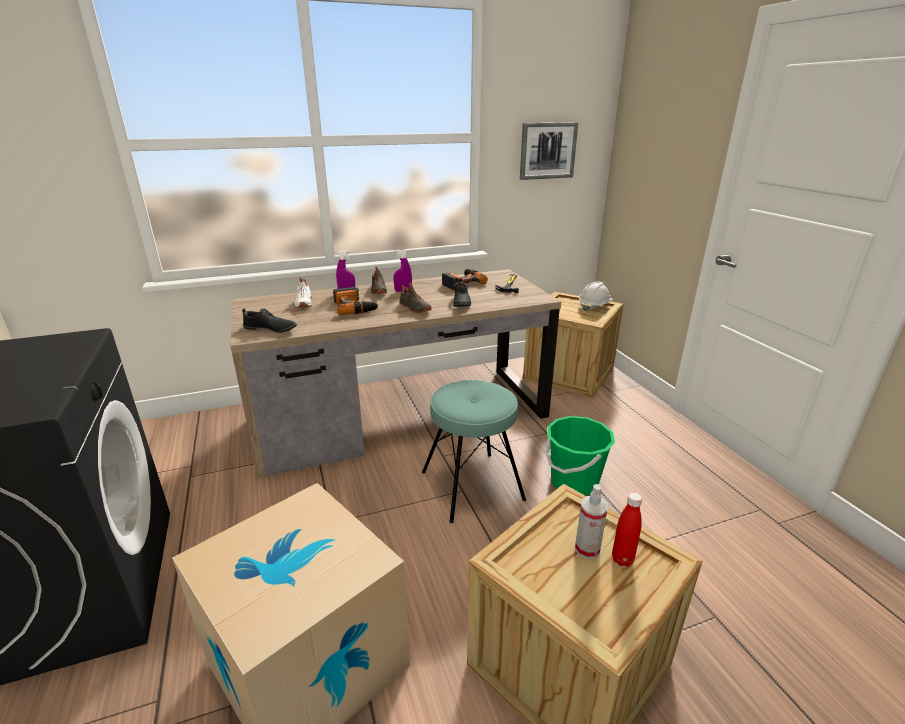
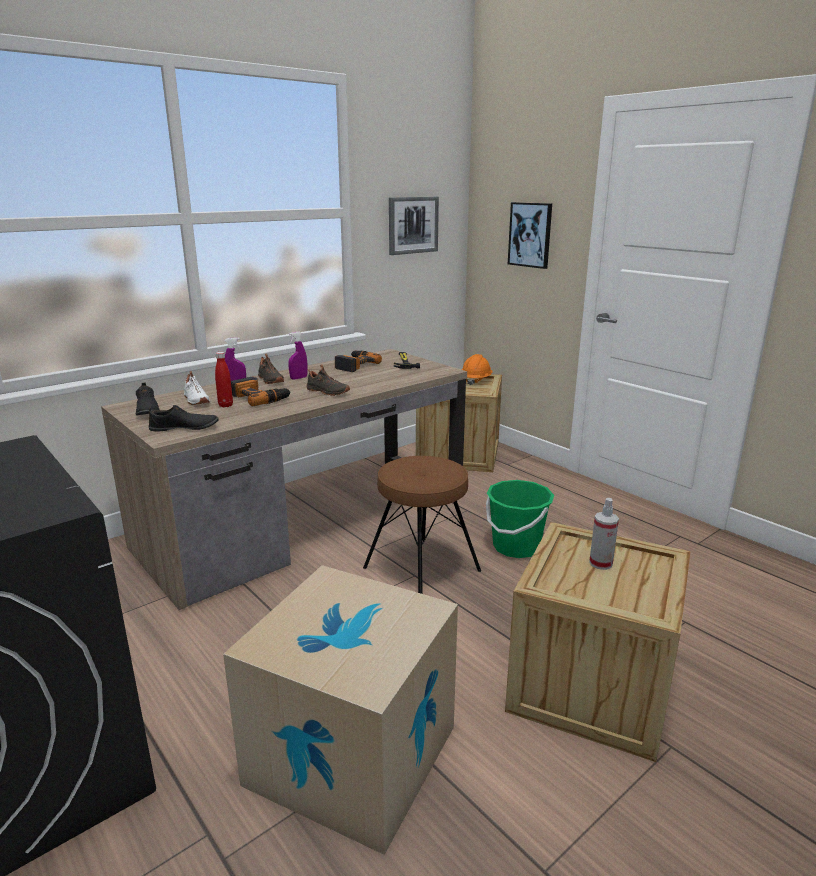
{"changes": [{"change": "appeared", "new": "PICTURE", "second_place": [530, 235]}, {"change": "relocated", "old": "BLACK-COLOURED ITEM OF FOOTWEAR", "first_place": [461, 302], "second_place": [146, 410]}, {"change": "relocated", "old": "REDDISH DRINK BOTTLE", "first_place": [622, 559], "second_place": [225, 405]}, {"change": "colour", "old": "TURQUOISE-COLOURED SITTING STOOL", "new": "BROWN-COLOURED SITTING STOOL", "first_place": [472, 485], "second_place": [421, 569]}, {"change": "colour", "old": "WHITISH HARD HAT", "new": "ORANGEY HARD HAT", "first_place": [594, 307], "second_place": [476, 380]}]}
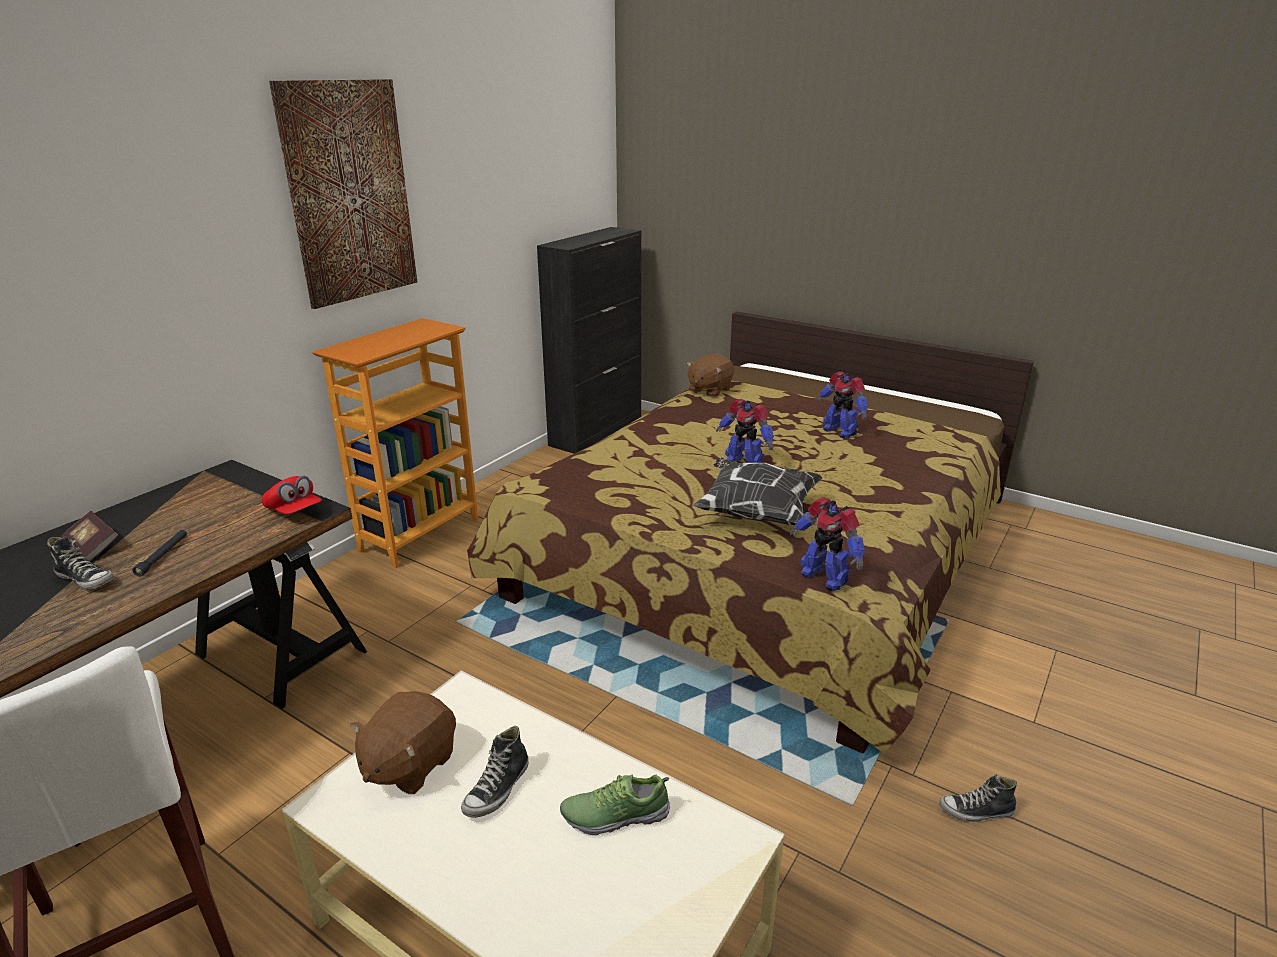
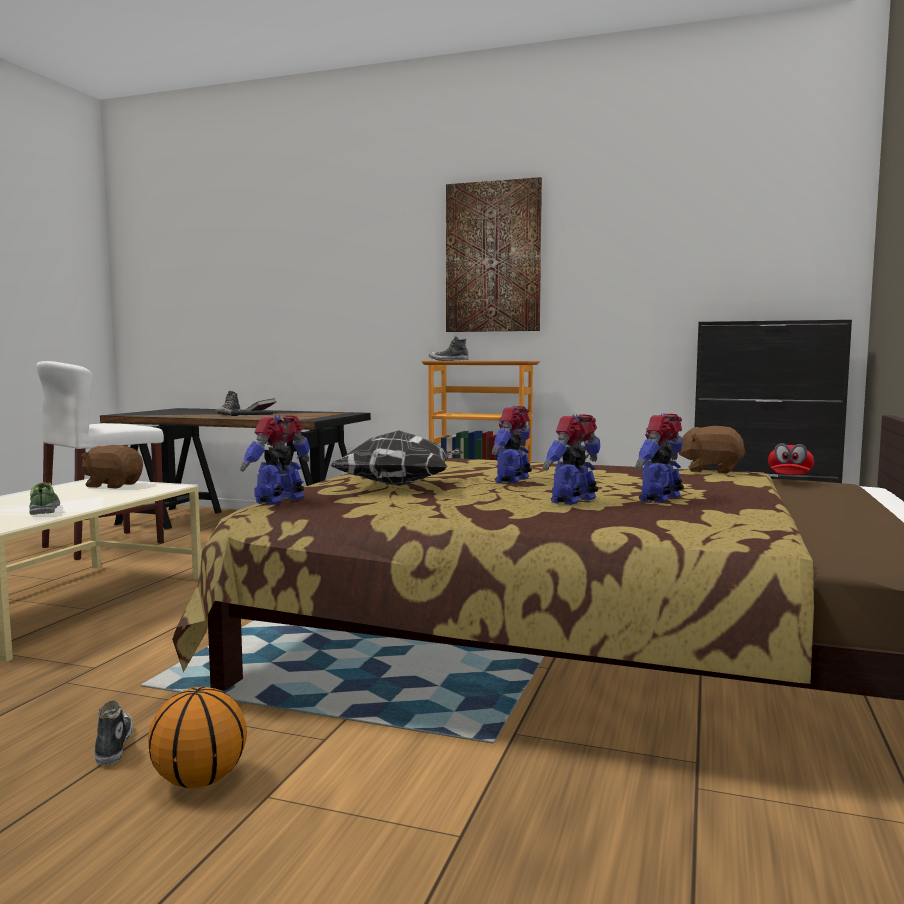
{"changes": [{"change": "appeared", "new": "BALL FOR BASKETBALL", "second_place": [198, 780]}, {"change": "appeared", "new": "ROBOT FIGURE", "second_place": [575, 501]}, {"change": "relocated", "old": "REDDISH BASEBALL CAP", "first_place": [294, 511], "second_place": [789, 478]}, {"change": "relocated", "old": "ITEM OF FOOTWEAR", "first_place": [497, 789], "second_place": [448, 360]}]}
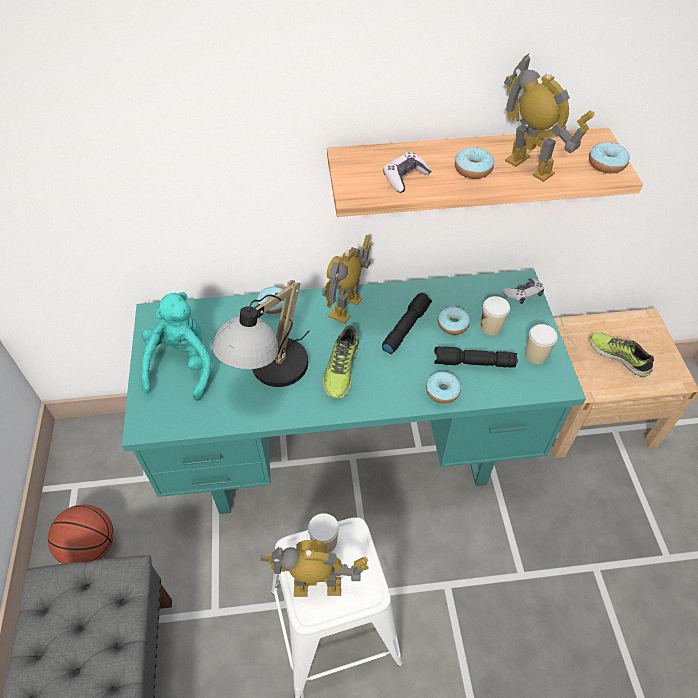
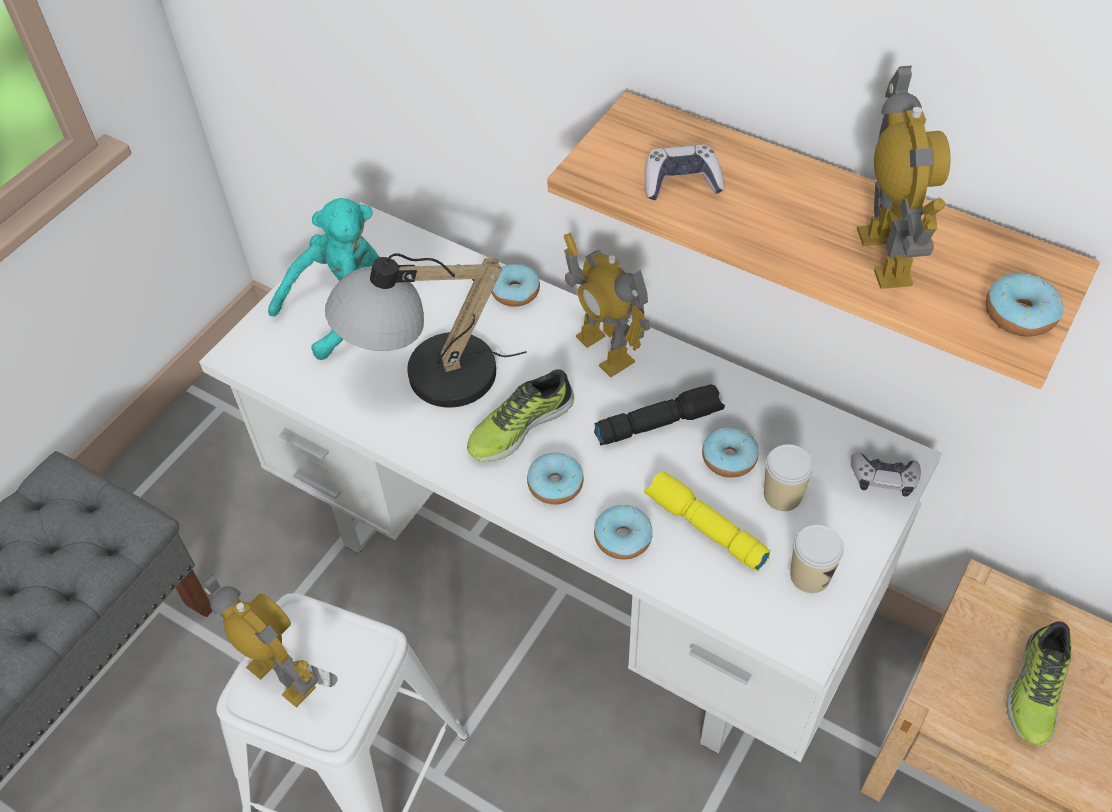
{"changes": [{"change": "missing", "old": "BALL FOR BASKETBALL", "first_place": [90, 547]}, {"change": "missing", "old": "SMALL CUP", "first_place": [324, 542]}, {"change": "relocated", "old": "DONUT", "first_place": [473, 169], "second_place": [555, 484]}, {"change": "colour", "old": "TURQUOISE-COLOURED DESK", "new": "WHITISH DESK", "first_place": [349, 452], "second_place": [566, 578]}, {"change": "colour", "old": "BLACK-COLOURED TORCH", "new": "YELLOW-COLOURED TORCH", "first_place": [473, 363], "second_place": [704, 528]}, {"change": "spun", "old": "ROBOT FIGURE", "first_place": [346, 308], "second_place": [604, 350], "degrees": -105}, {"change": "spun", "old": "ITEM OF FOOTWEAR", "first_place": [619, 356], "second_place": [1034, 689], "degrees": -150}]}
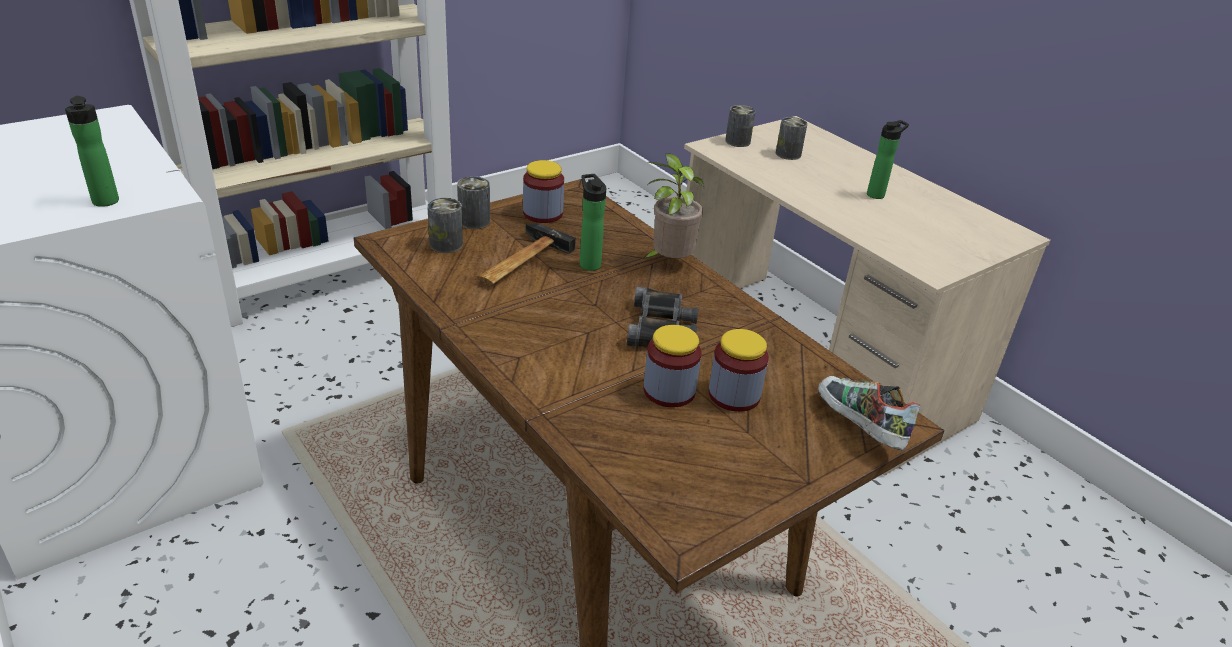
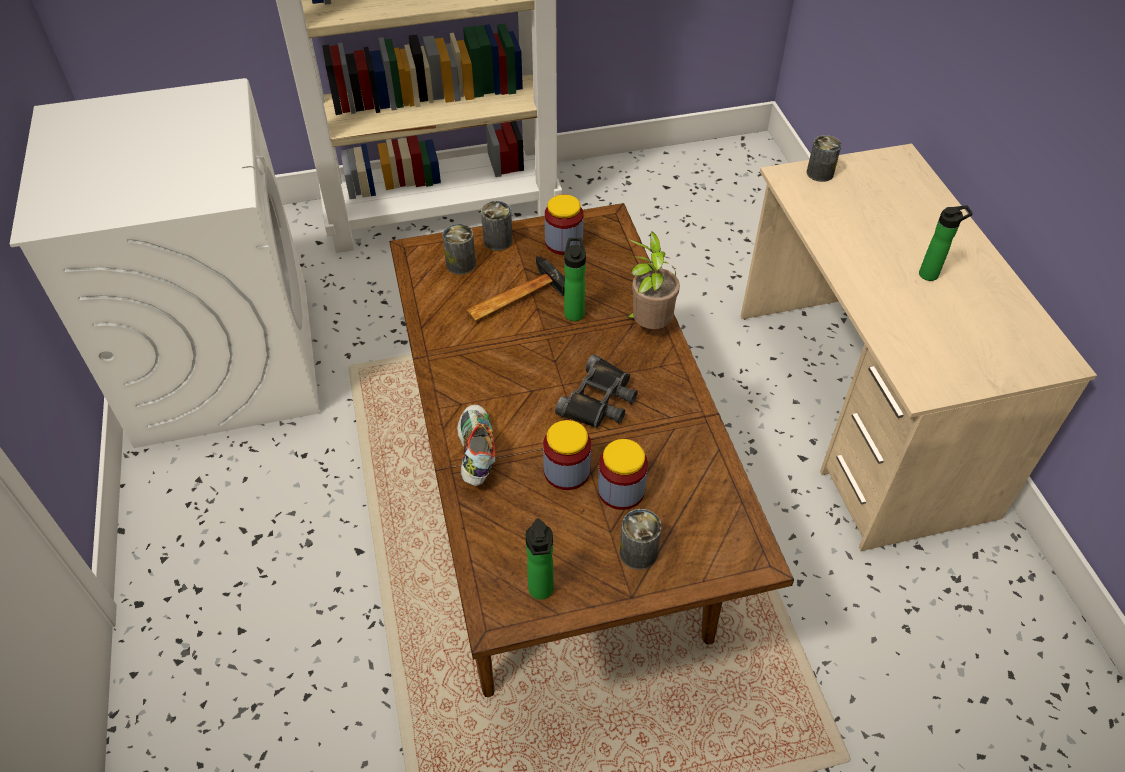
{"changes": [{"change": "relocated", "old": "DRINK BOTTLE", "first_place": [106, 203], "second_place": [541, 592]}, {"change": "relocated", "old": "CAN", "first_place": [788, 154], "second_place": [638, 552]}, {"change": "relocated", "old": "ITEM OF FOOTWEAR", "first_place": [857, 427], "second_place": [476, 454]}]}
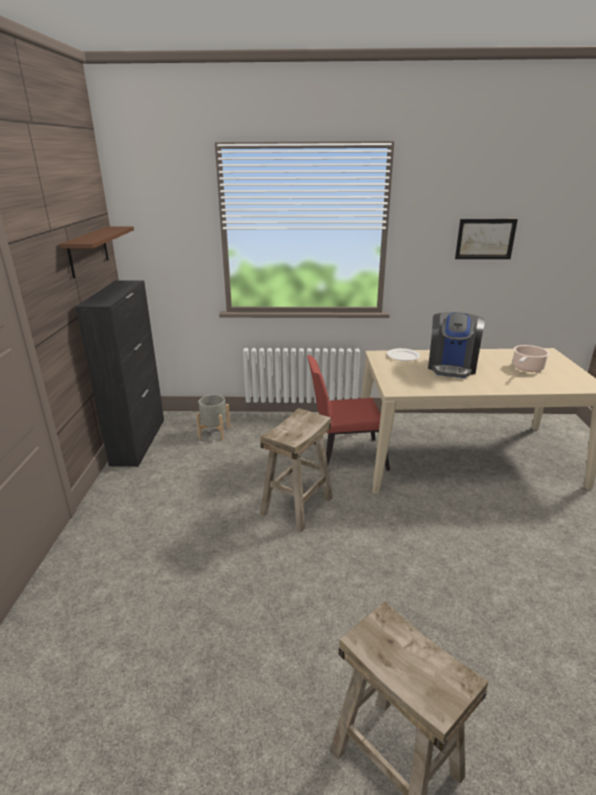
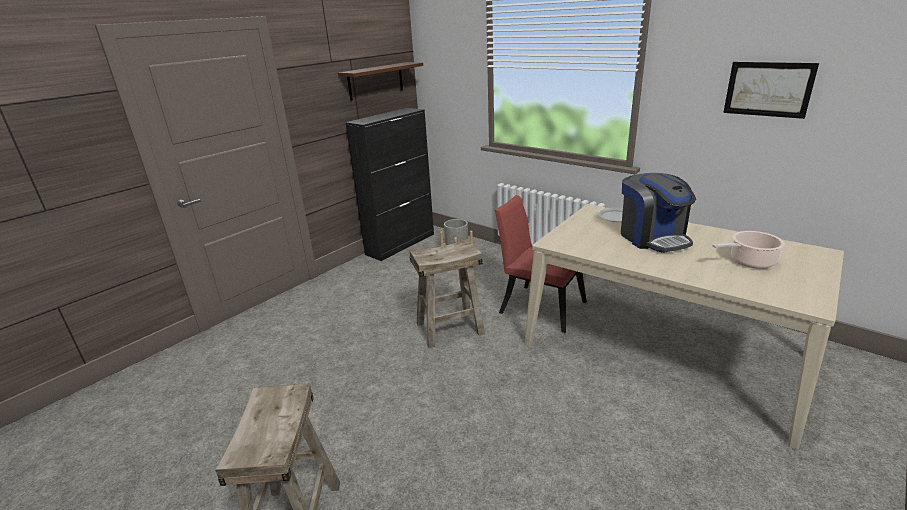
{"changes": [{"change": "spun", "old": "COFFEE BREWER", "first_place": [452, 366], "second_place": [653, 238], "degrees": -75}]}
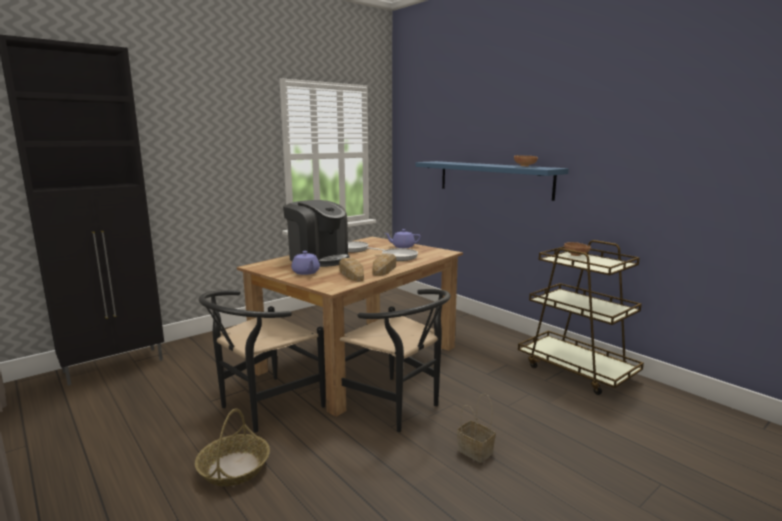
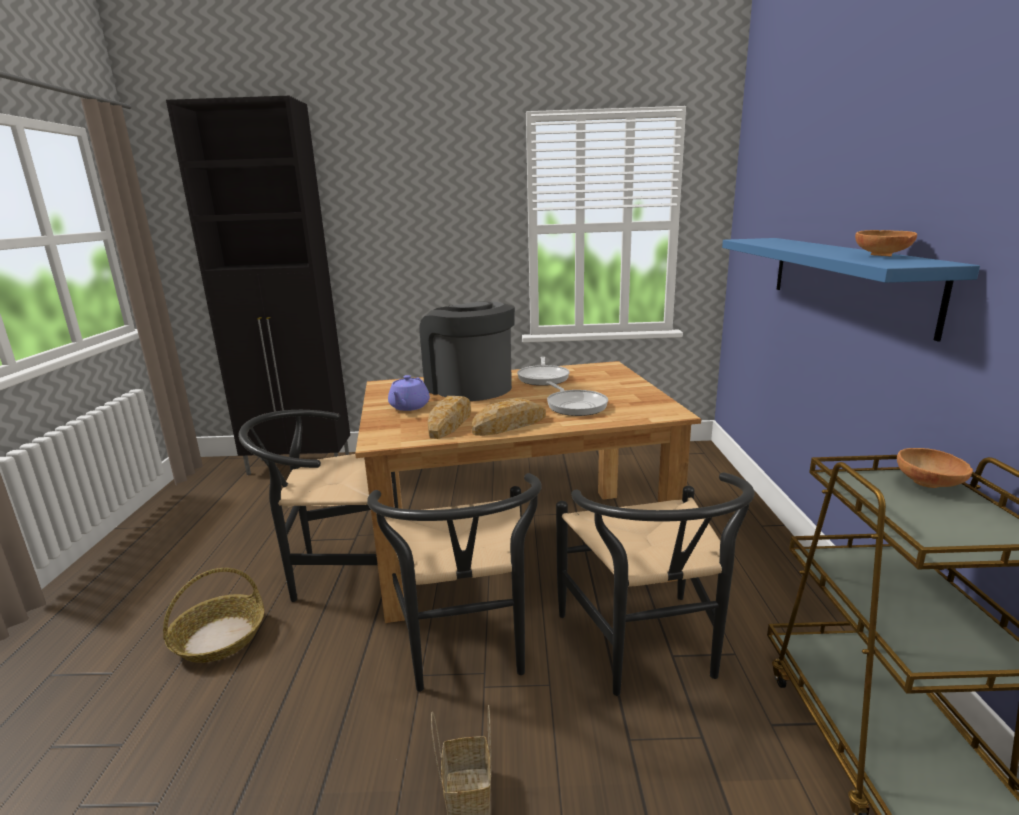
{"changes": [{"change": "missing", "old": "PURPLISH TEAPOT", "first_place": [402, 246]}, {"change": "appeared", "new": "BLACK-COLOURED UPRIGHT CHAIR", "second_place": [646, 650]}, {"change": "spun", "old": "COFFEE BREWER", "first_place": [318, 259], "second_place": [469, 387], "degrees": 150}]}
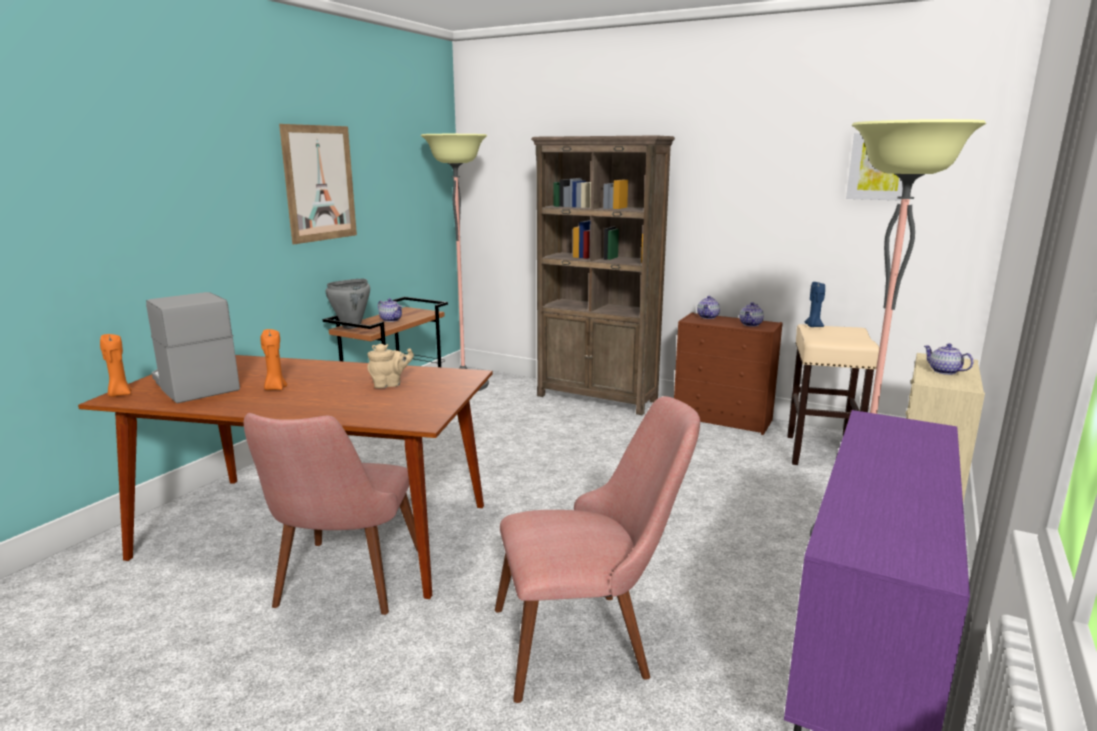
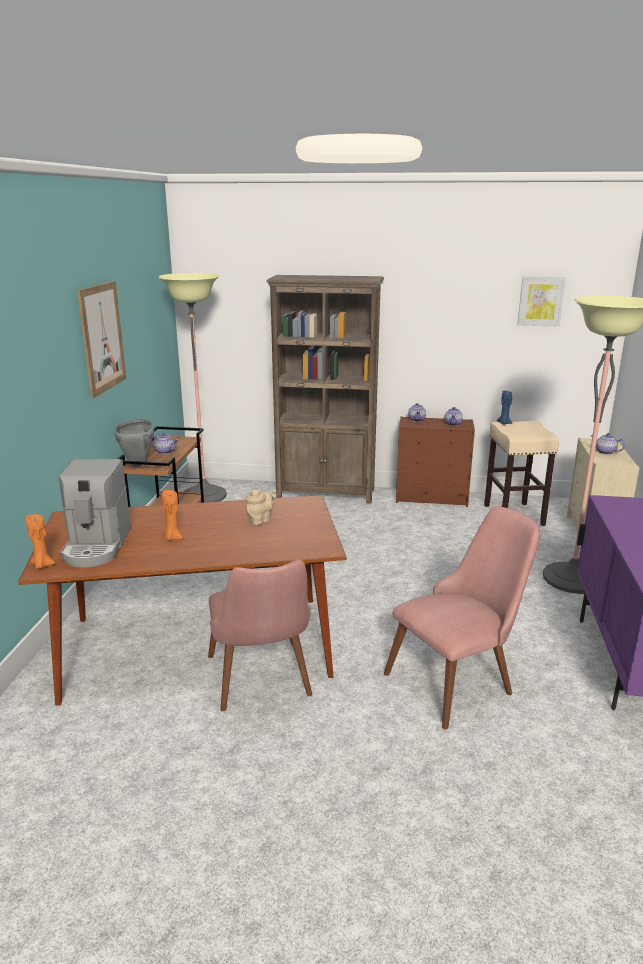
{"changes": [{"change": "spun", "old": "COFFEE BREWER", "first_place": [194, 385], "second_place": [97, 546], "degrees": -120}]}
